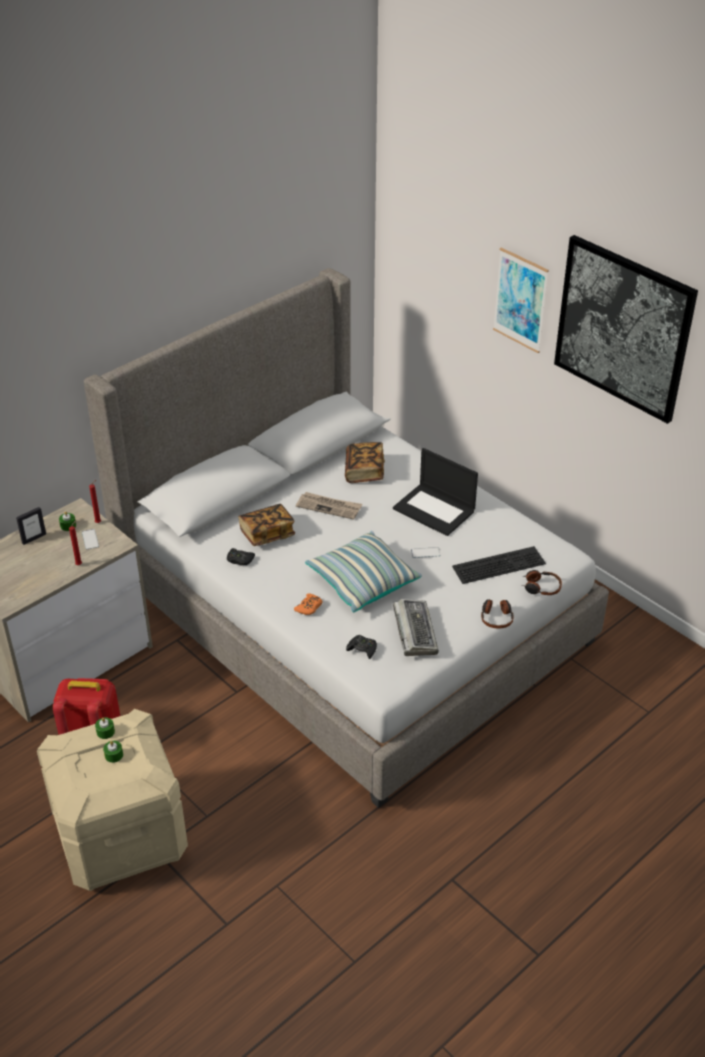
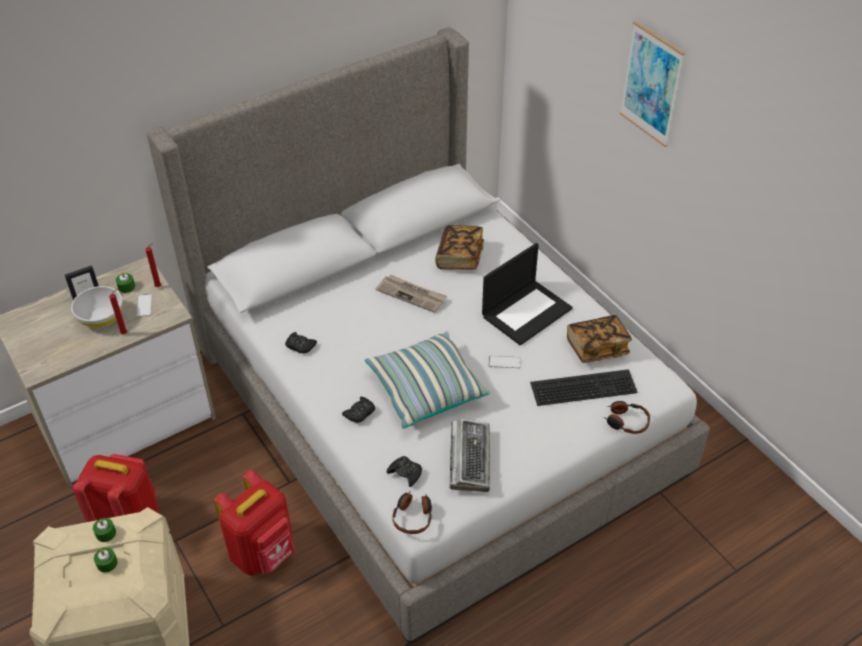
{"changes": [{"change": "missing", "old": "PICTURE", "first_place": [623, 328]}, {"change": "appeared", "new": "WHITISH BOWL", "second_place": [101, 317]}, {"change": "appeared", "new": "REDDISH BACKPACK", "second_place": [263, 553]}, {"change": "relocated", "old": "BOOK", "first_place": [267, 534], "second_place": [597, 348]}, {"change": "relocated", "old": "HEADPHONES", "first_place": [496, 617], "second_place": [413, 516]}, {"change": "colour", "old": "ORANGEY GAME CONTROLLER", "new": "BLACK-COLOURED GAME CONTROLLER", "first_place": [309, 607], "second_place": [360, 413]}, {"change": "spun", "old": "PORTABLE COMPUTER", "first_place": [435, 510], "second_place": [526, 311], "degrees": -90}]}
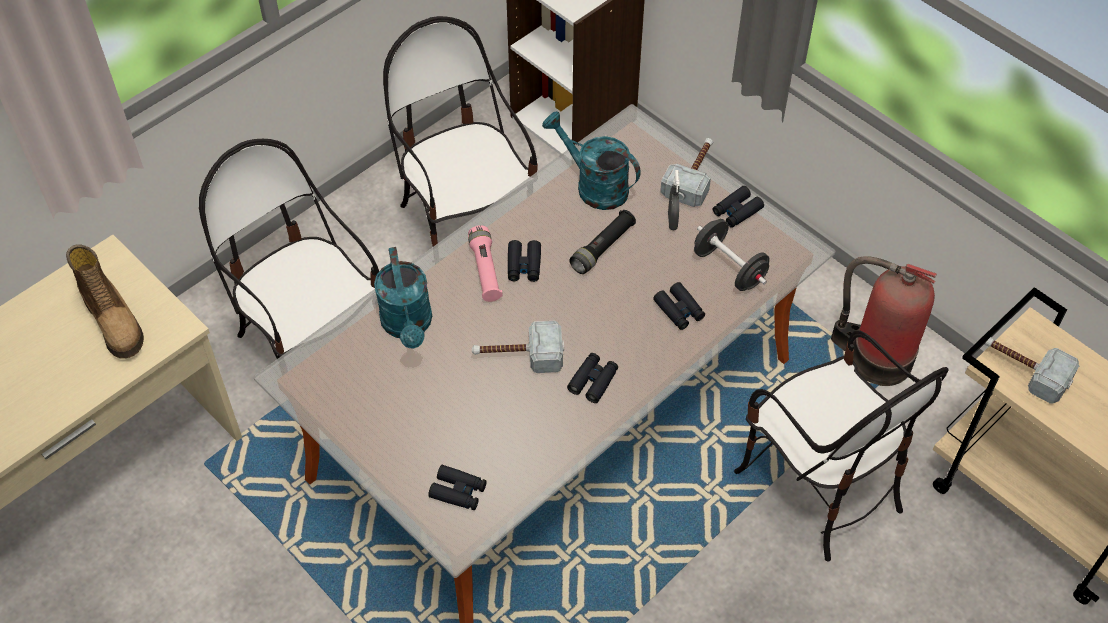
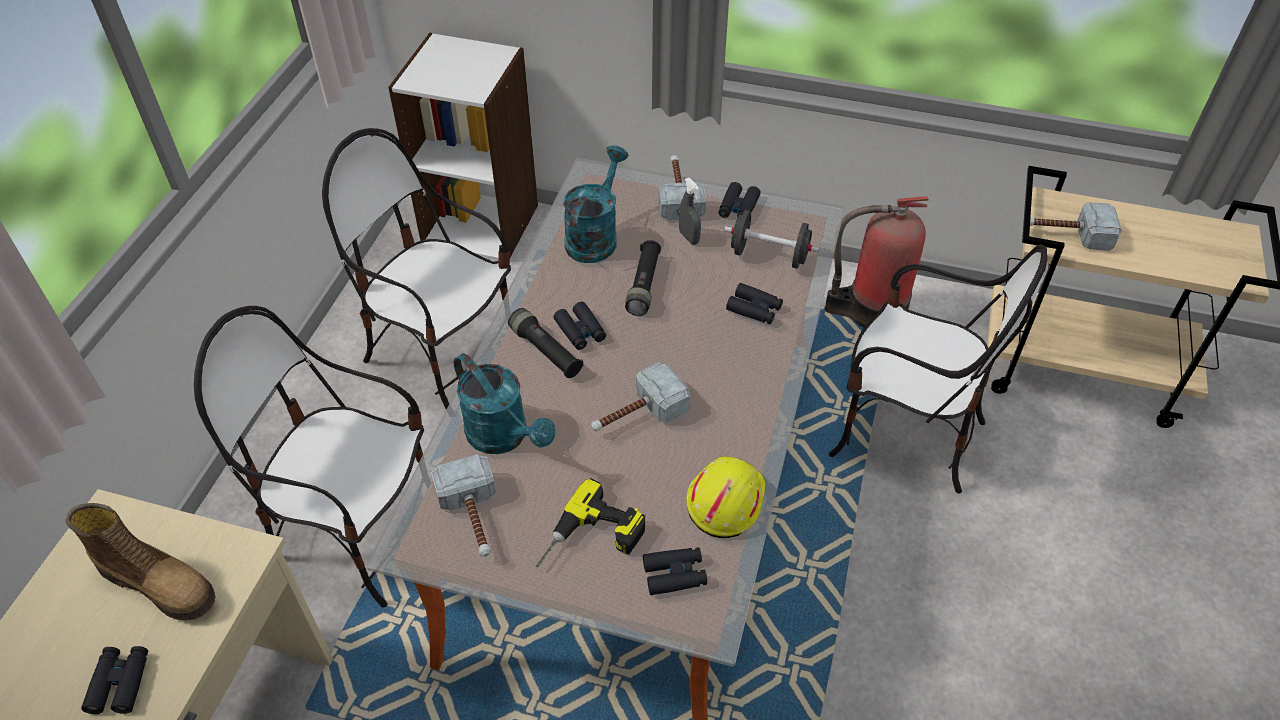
{"changes": [{"change": "appeared", "new": "HAND HAMMER", "second_place": [473, 518]}, {"change": "appeared", "new": "POWER DRILL", "second_place": [591, 542]}, {"change": "appeared", "new": "YELLOW-COLOURED HARD HAT", "second_place": [724, 500]}, {"change": "relocated", "old": "BLACK-COLOURED PAIR OF BINOCULARS", "first_place": [593, 381], "second_place": [120, 683]}, {"change": "colour", "old": "PINK TORCH", "new": "BLACK-COLOURED TORCH", "first_place": [485, 270], "second_place": [546, 351]}, {"change": "spun", "old": "TURQUOISE-COLOURED SPRINKLING CAN", "first_place": [594, 186], "second_place": [595, 236], "degrees": 105}]}
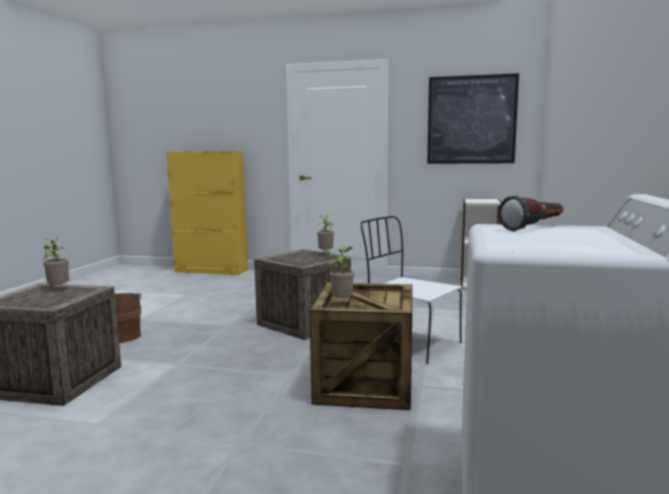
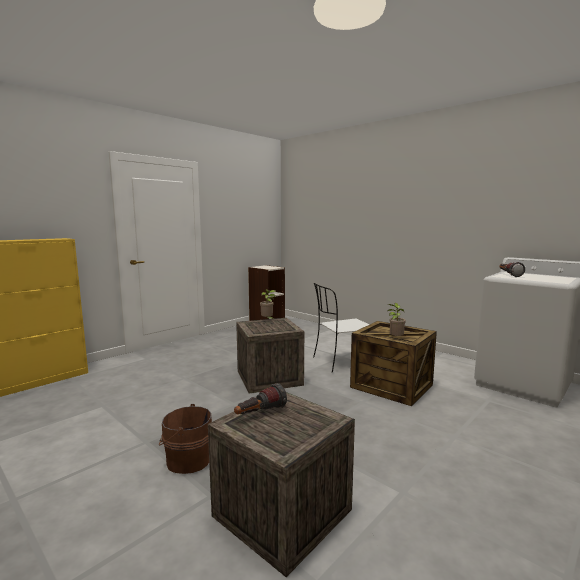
{"changes": [{"change": "missing", "old": "PICTURE", "first_place": [471, 120]}, {"change": "exchanged", "old": "PLANT IN A POT", "new": "TORCH", "first_place": [58, 289], "second_place": [259, 414]}]}
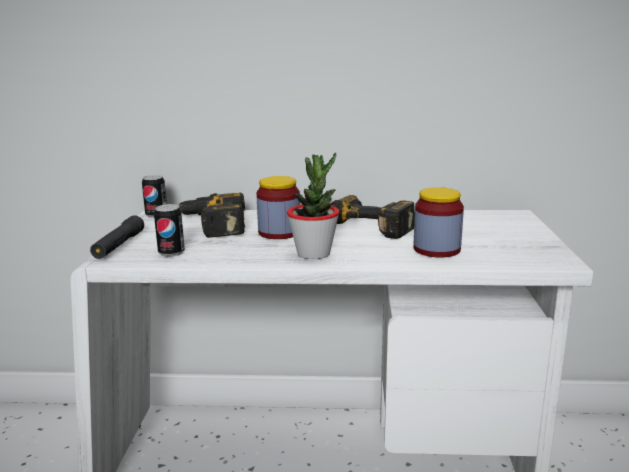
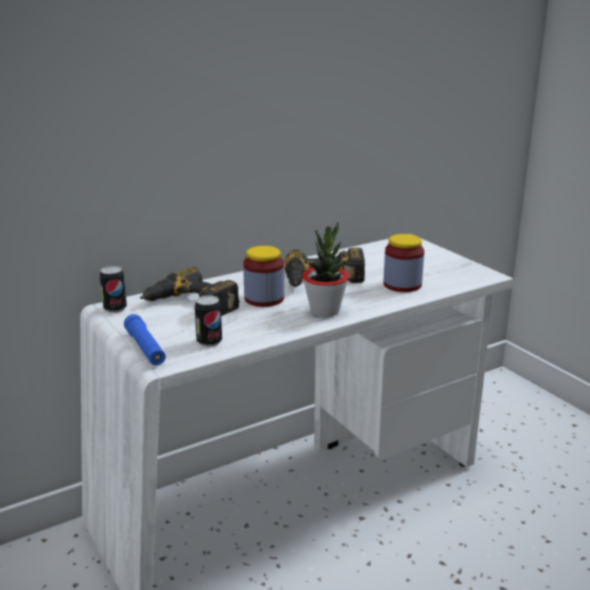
{"changes": [{"change": "colour", "old": "BLACK-COLOURED TORCH", "new": "BLUE-COLOURED TORCH", "first_place": [119, 245], "second_place": [145, 348]}]}
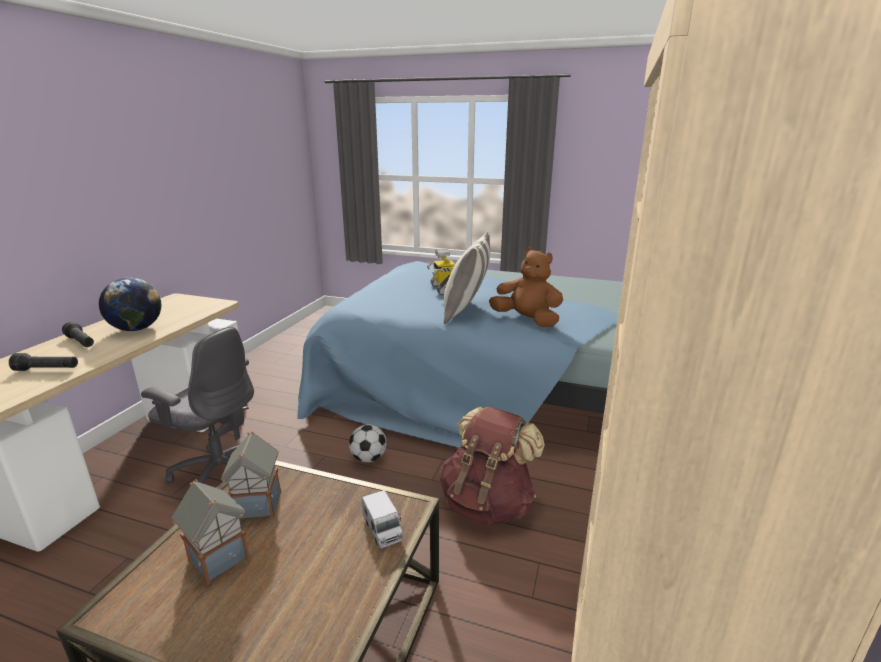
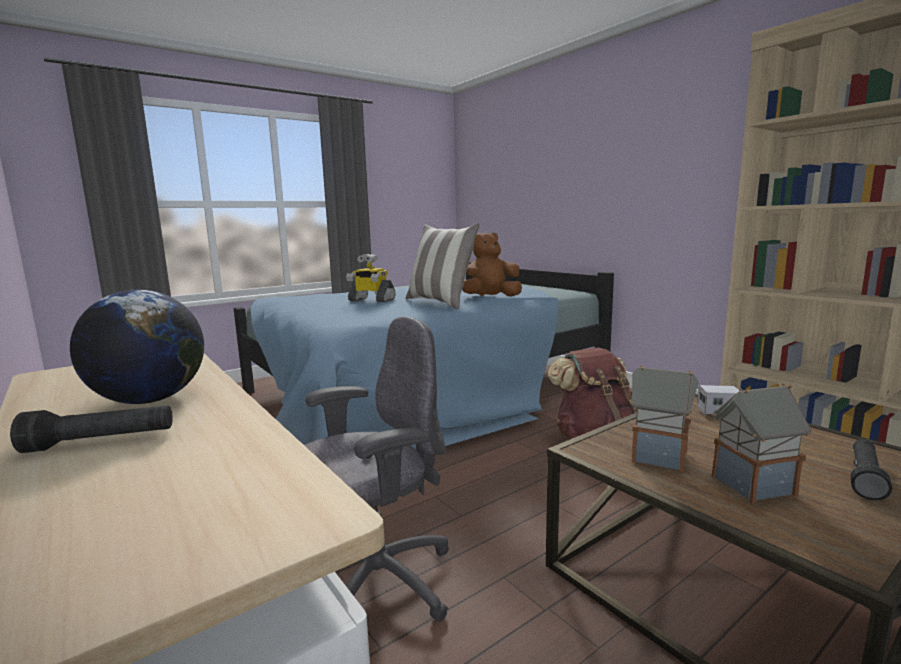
{"changes": [{"change": "missing", "old": "BALL FOR FOOTBALL", "first_place": [369, 458]}, {"change": "relocated", "old": "BLACK-COLOURED TORCH", "first_place": [47, 370], "second_place": [865, 478]}]}
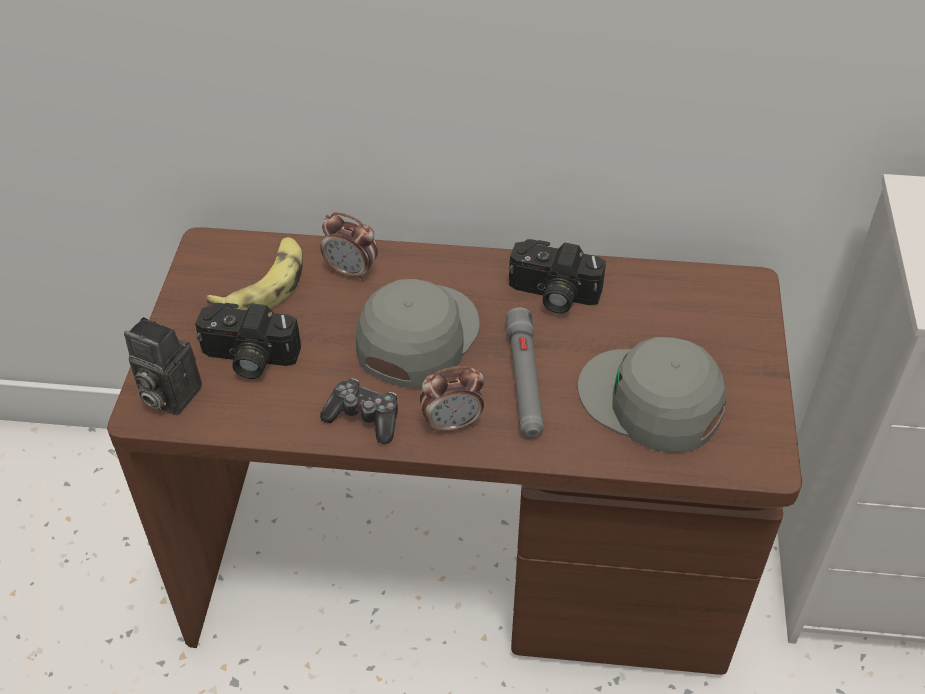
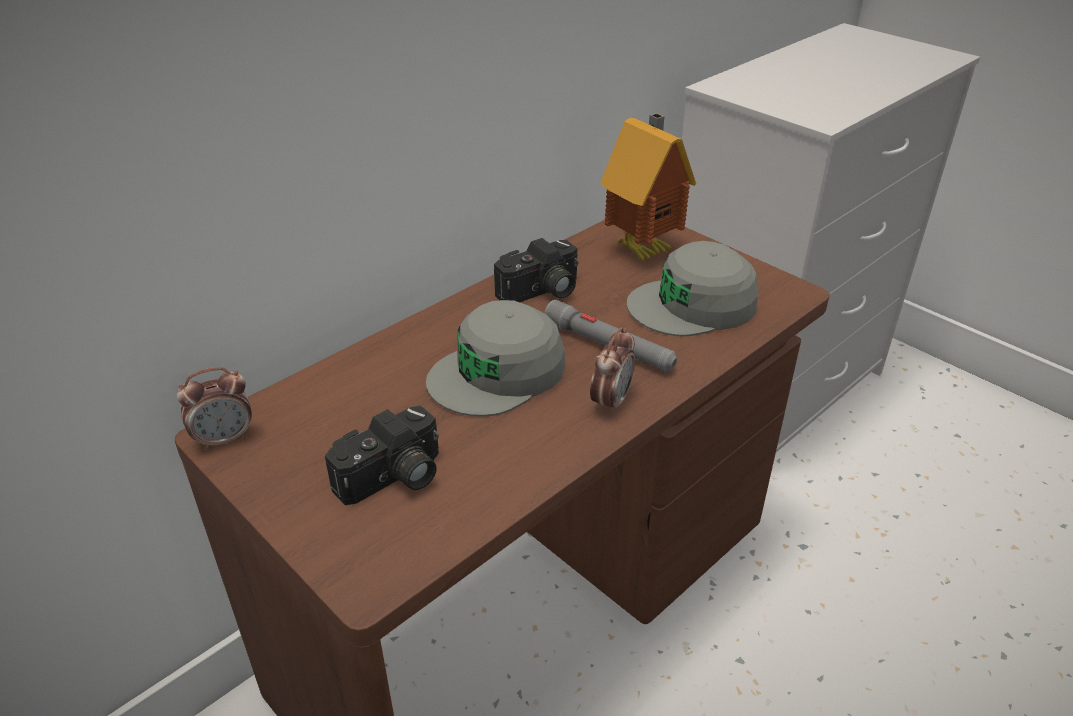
{"changes": [{"change": "missing", "old": "PHOTO CAMERA", "first_place": [167, 395]}, {"change": "missing", "old": "BANANA", "first_place": [265, 284]}, {"change": "missing", "old": "GAME CONTROLLER", "first_place": [364, 417]}, {"change": "appeared", "new": "TOY HOUSE", "second_place": [644, 249]}, {"change": "relocated", "old": "BEDSIDE CLOCK", "first_place": [351, 271], "second_place": [225, 439]}, {"change": "spun", "old": "GRAY BASEBALL CAP", "first_place": [417, 337], "second_place": [498, 373], "degrees": -105}]}
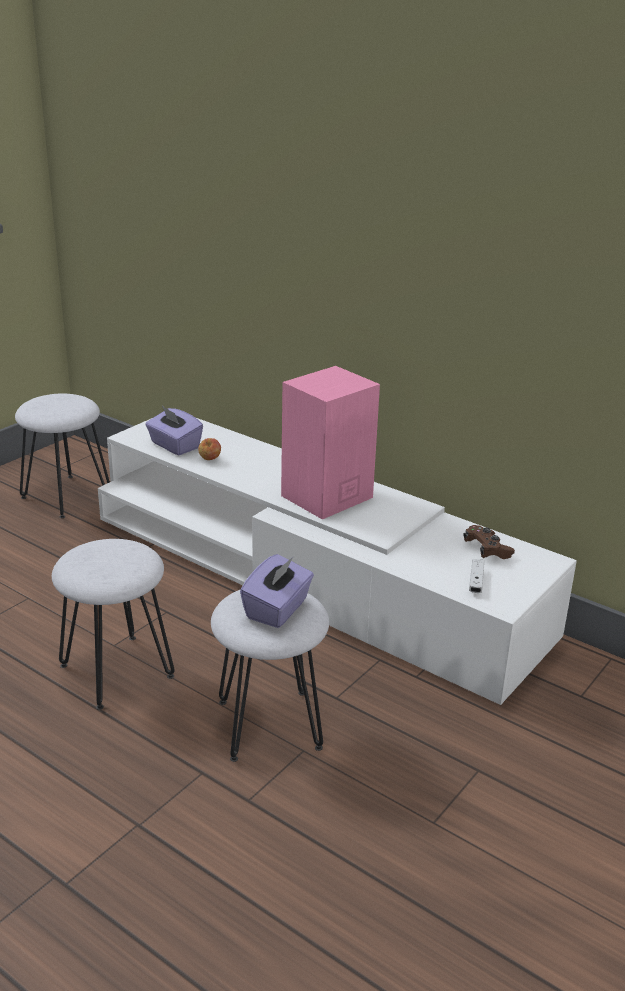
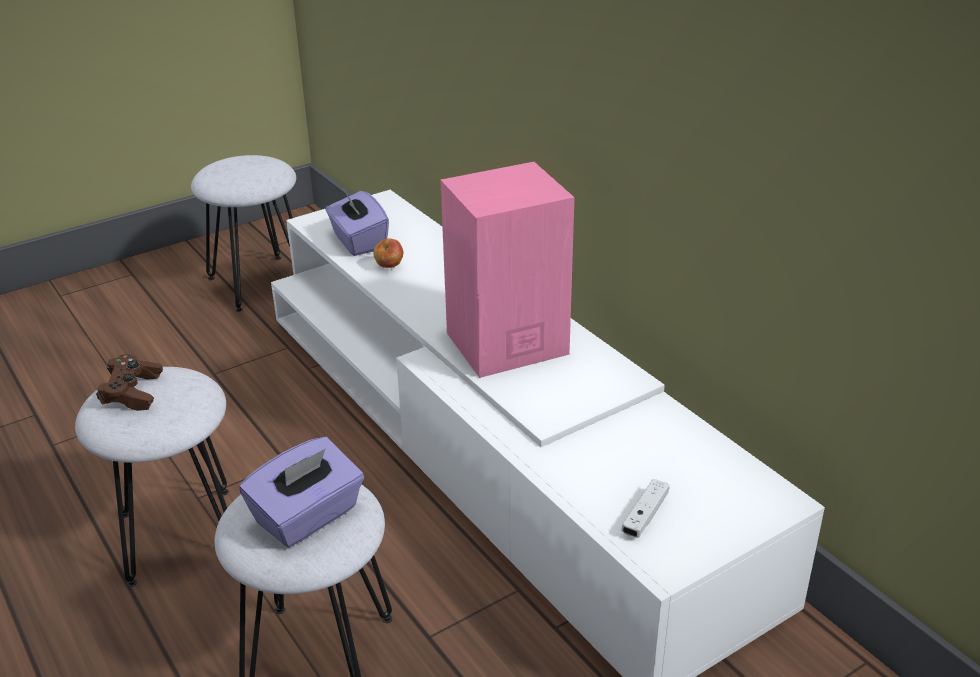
{"changes": [{"change": "relocated", "old": "BROWN-COLOURED GAME CONTROLLER", "first_place": [487, 550], "second_place": [133, 393]}]}
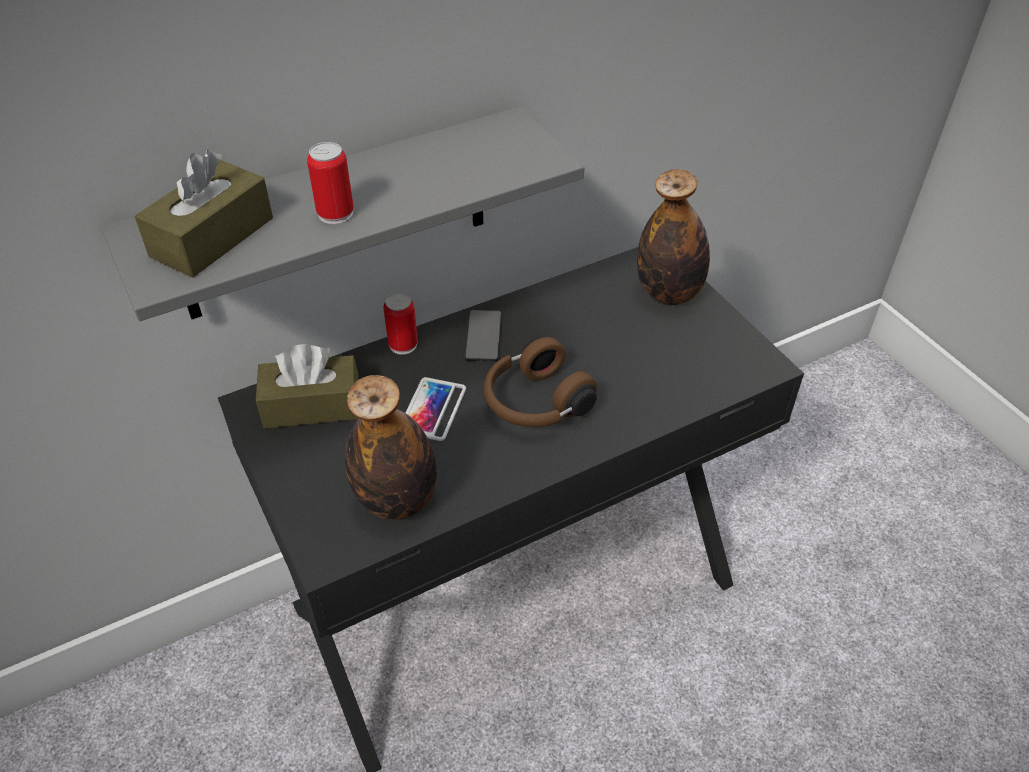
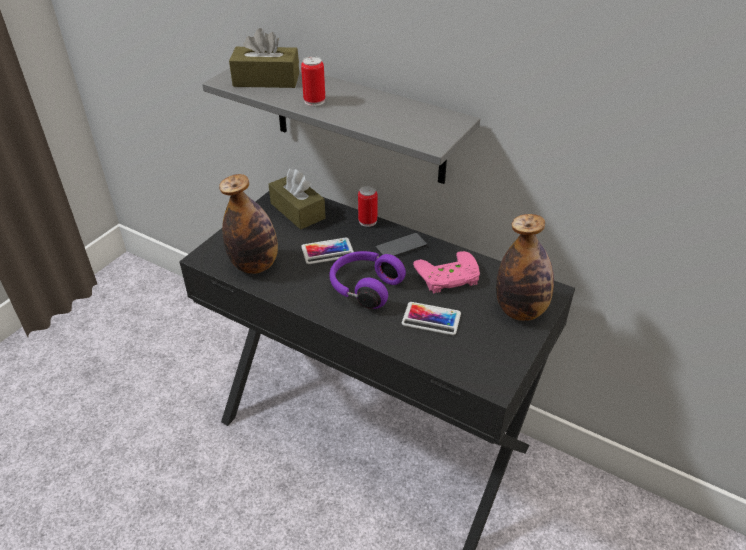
{"changes": [{"change": "appeared", "new": "HANDSET", "second_place": [431, 319]}, {"change": "appeared", "new": "PINK GAME CONTROLLER", "second_place": [448, 278]}, {"change": "colour", "old": "BROWN-COLOURED HEADPHONES", "new": "PURPLISH HEADPHONES", "first_place": [534, 403], "second_place": [364, 287]}]}
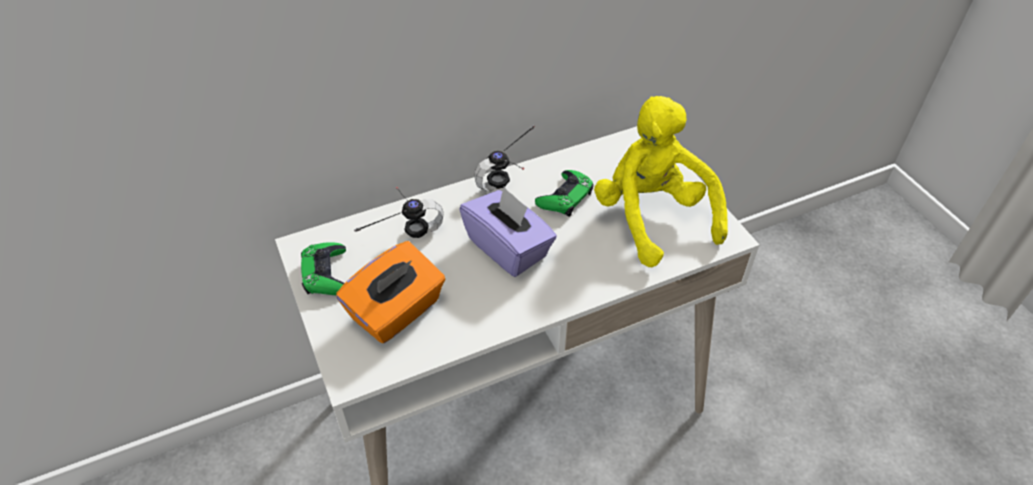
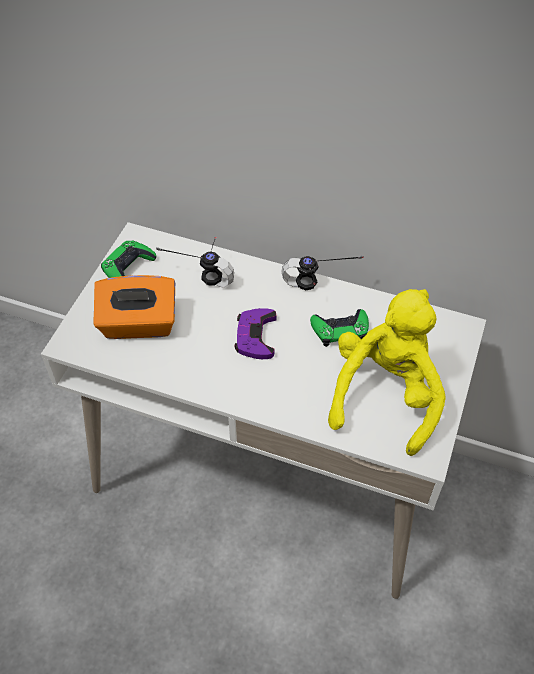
{"changes": [{"change": "exchanged", "old": "PURPLISH BOX OF TISSUES", "new": "PURPLISH GAME CONTROLLER", "first_place": [508, 248], "second_place": [255, 336]}]}
